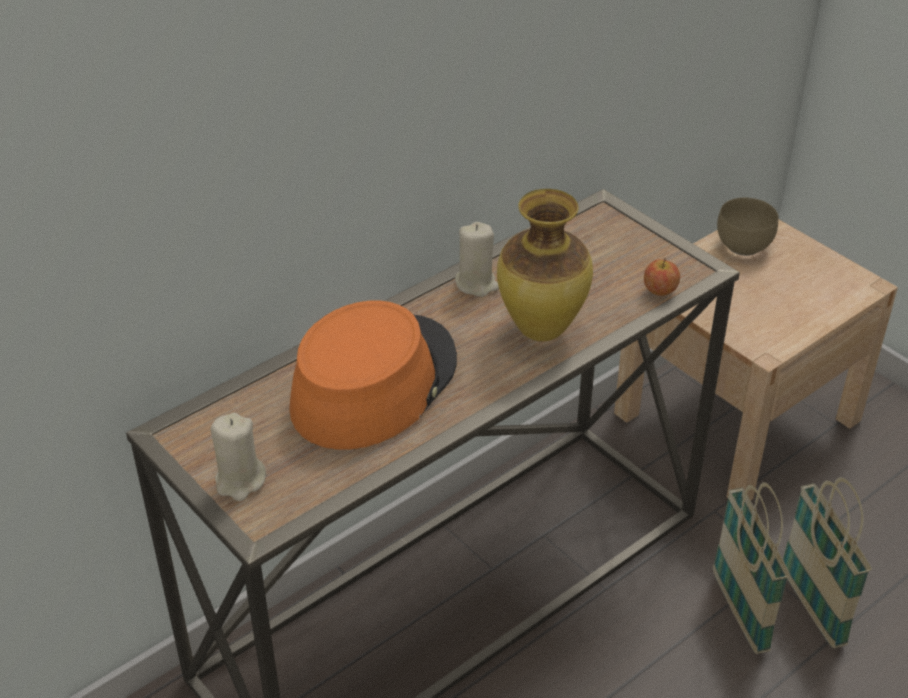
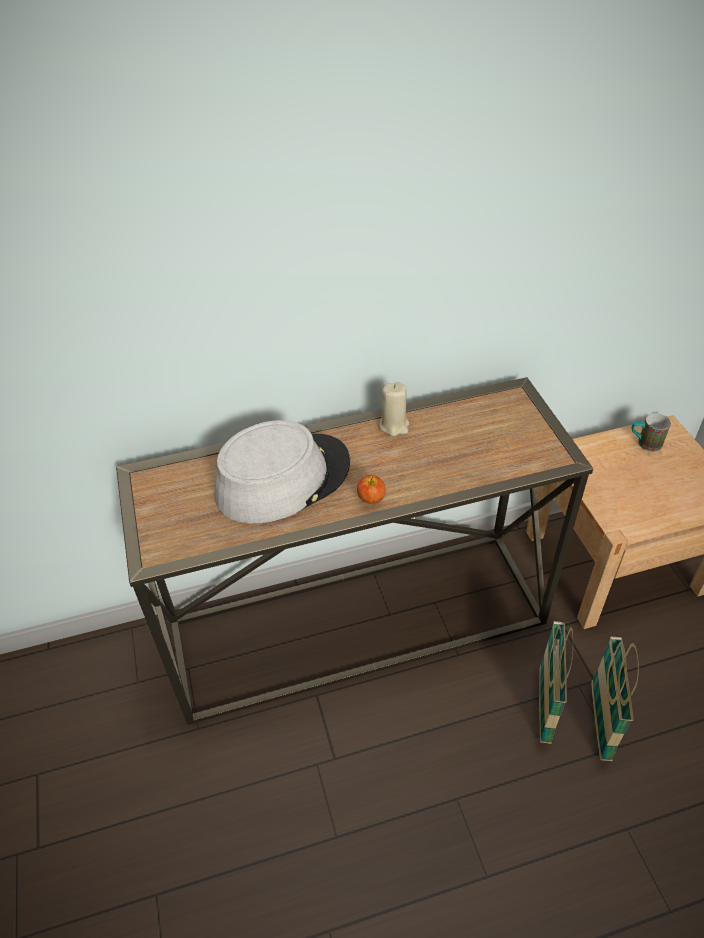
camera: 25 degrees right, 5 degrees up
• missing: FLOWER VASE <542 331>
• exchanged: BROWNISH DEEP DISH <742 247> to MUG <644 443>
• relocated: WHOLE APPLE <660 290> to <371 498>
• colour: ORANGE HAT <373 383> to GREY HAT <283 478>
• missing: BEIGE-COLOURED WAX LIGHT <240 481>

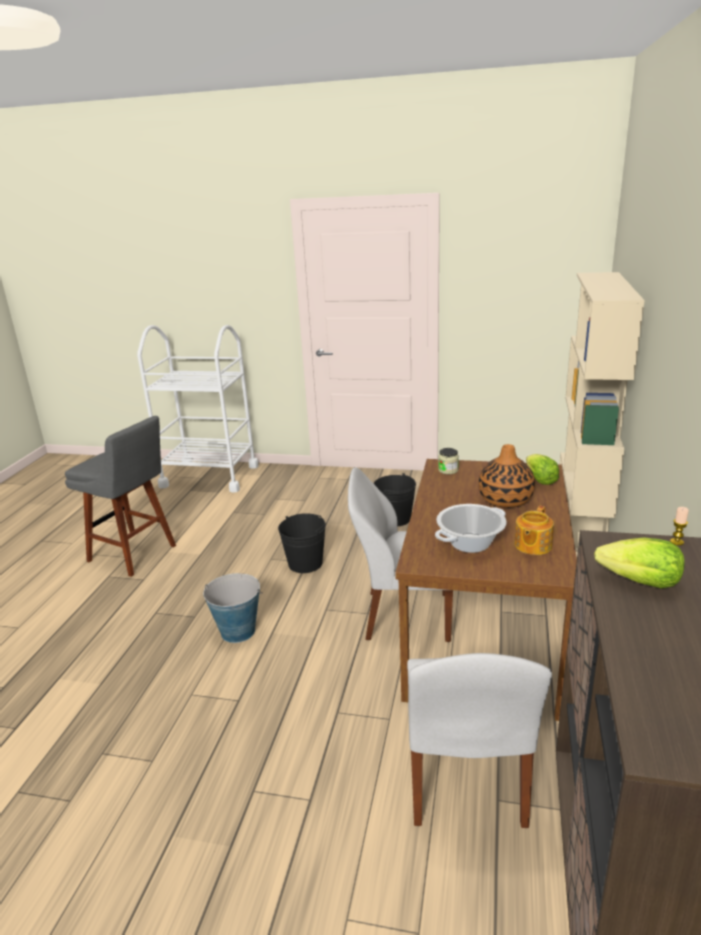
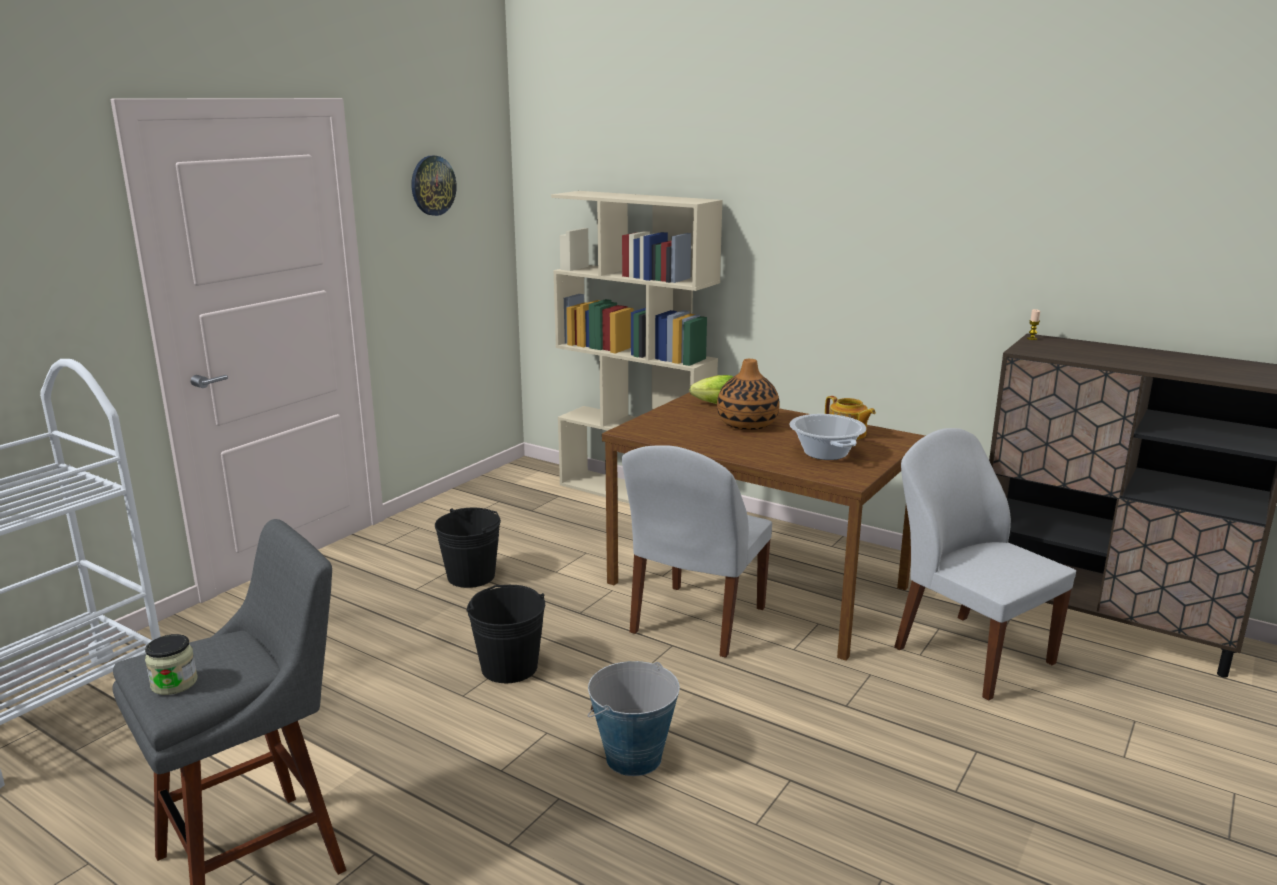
camera: 70 degrees left, 5 degrees down
• relocated: PRESERVE JAR <448 470> to <174 683>
• missing: LETTUCE HEAD <640 582>
• spun: WHITE UPRIGHT CHAIR <465 781> = <970 653> 150 degrees counterclockwise
• appeared: WALL CLOCK <432 185>

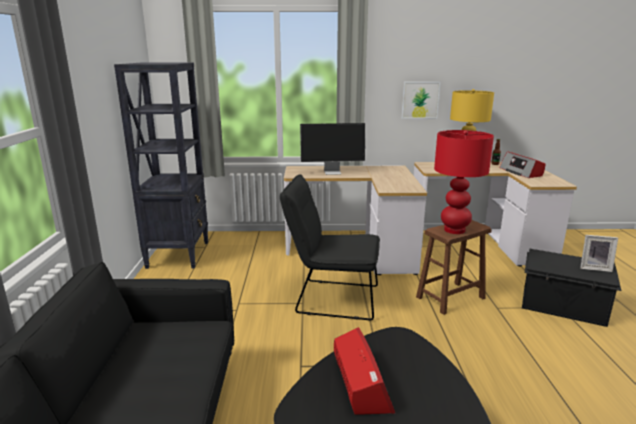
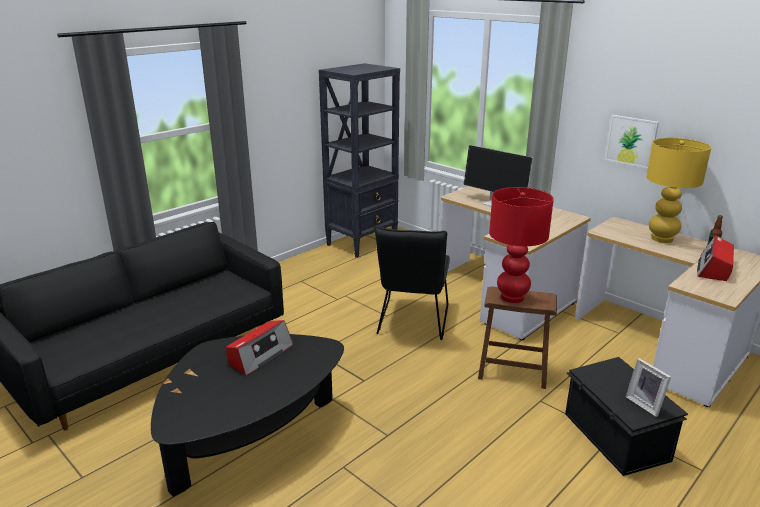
camera: 45 degrees right, 5 degrees up
• spun: BLACK-COLOURED UPRIGHT CHAIR <331 298> = <412 323> 135 degrees counterclockwise

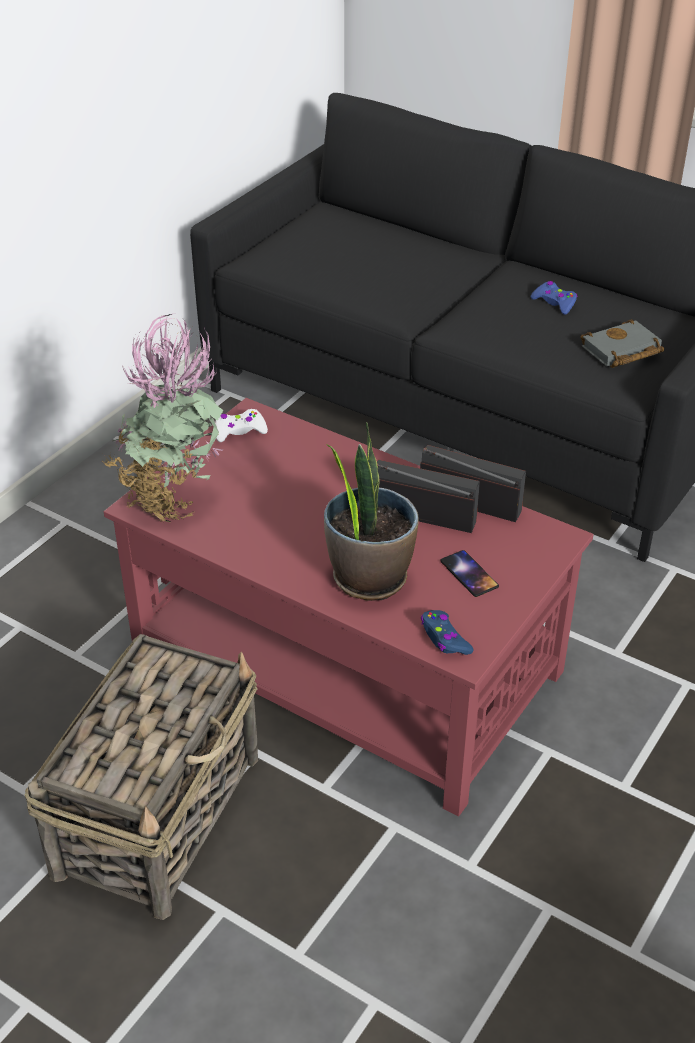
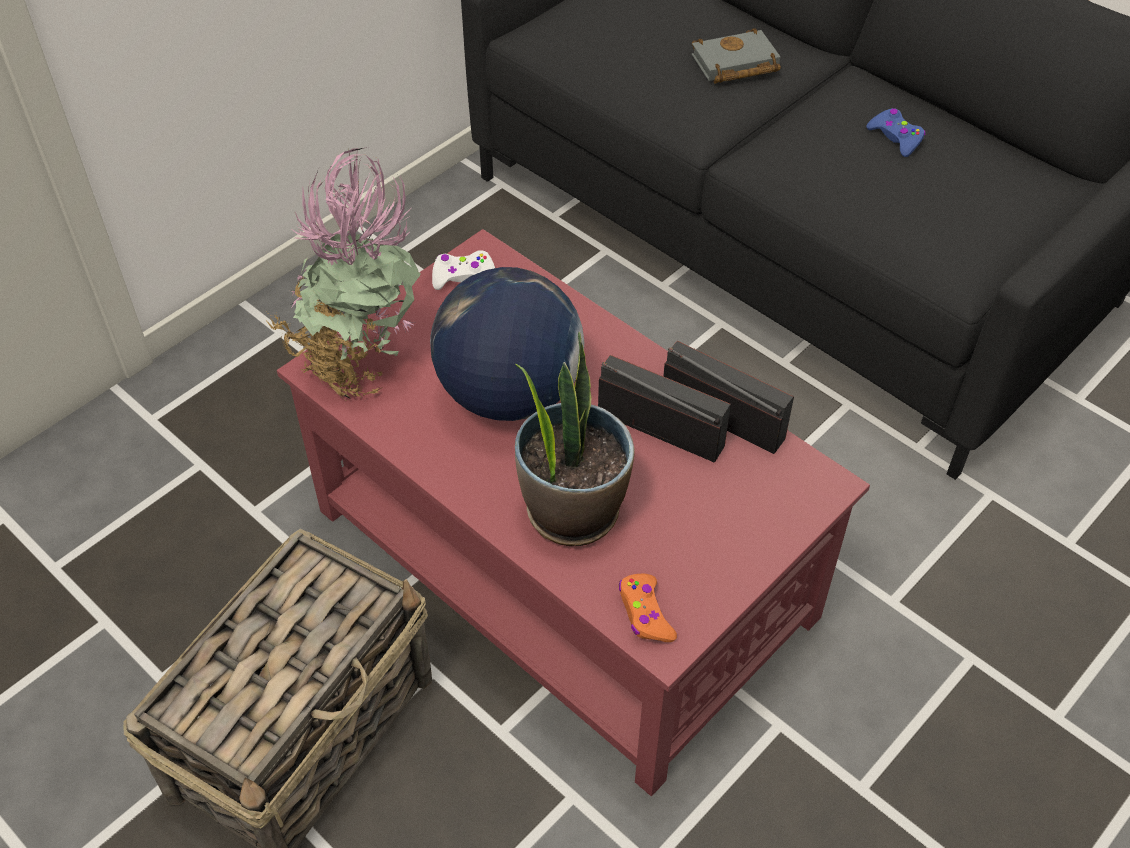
camera: 10 degrees right, 10 degrees up
• relocated: GREY BOUND BOOK <621 351> to <734 65>
• missing: TELEPHONE <469 574>
• colour: BLUE GAME CONTROLLER <444 638> to ORANGE GAME CONTROLLER <645 614>
• appeared: WORLD GLOBE <509 395>

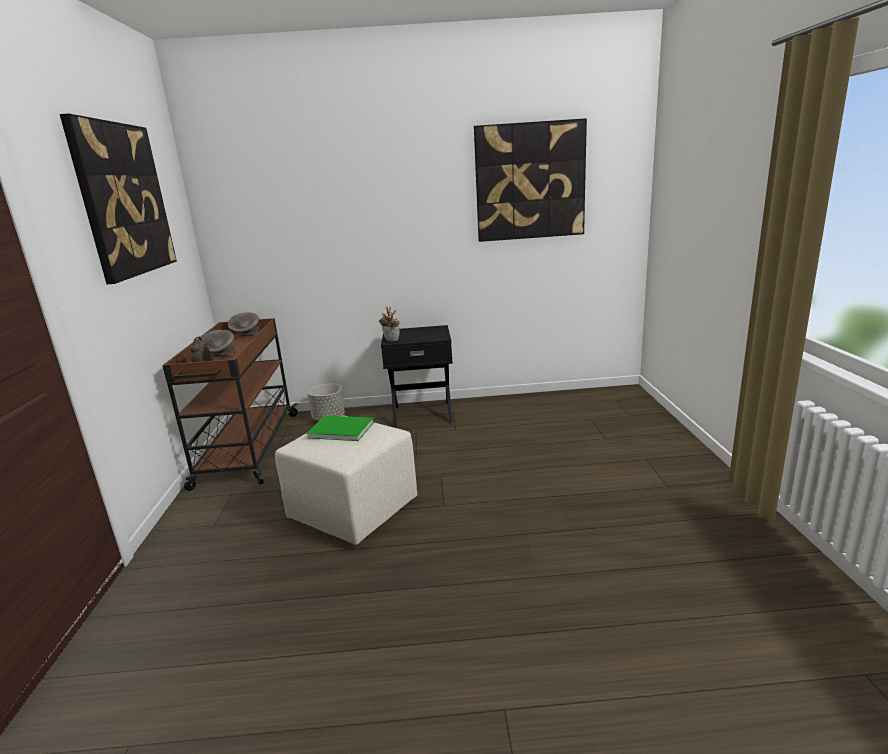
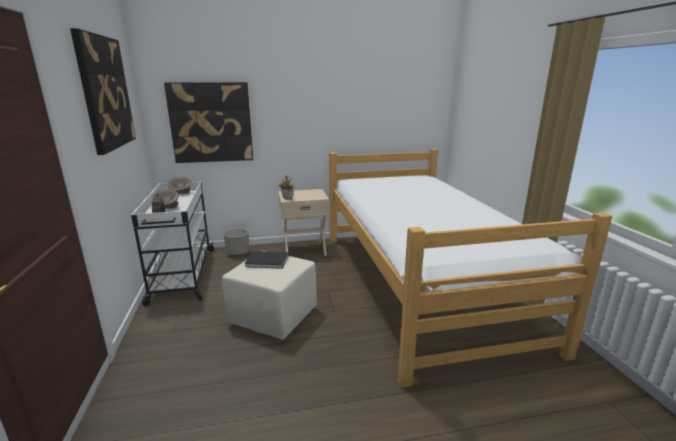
camera: 10 degrees left, 0 degrees up
• relocated: PICTURE <530 181> to <211 122>
• colour: BROWNISH WHEELED CART <248 449> to WHITE WHEELED CART <183 275>
• colour: BLACK-COLOURED BEDSIDE TABLE <422 413> to BEIGE-COLOURED BEDSIDE TABLE <304 249>
• colour: GREEN-COLOURED BOUND BOOK <340 429> to BLACK-COLOURED BOUND BOOK <266 260>
• appeared: SLEEPING BED <419 283>

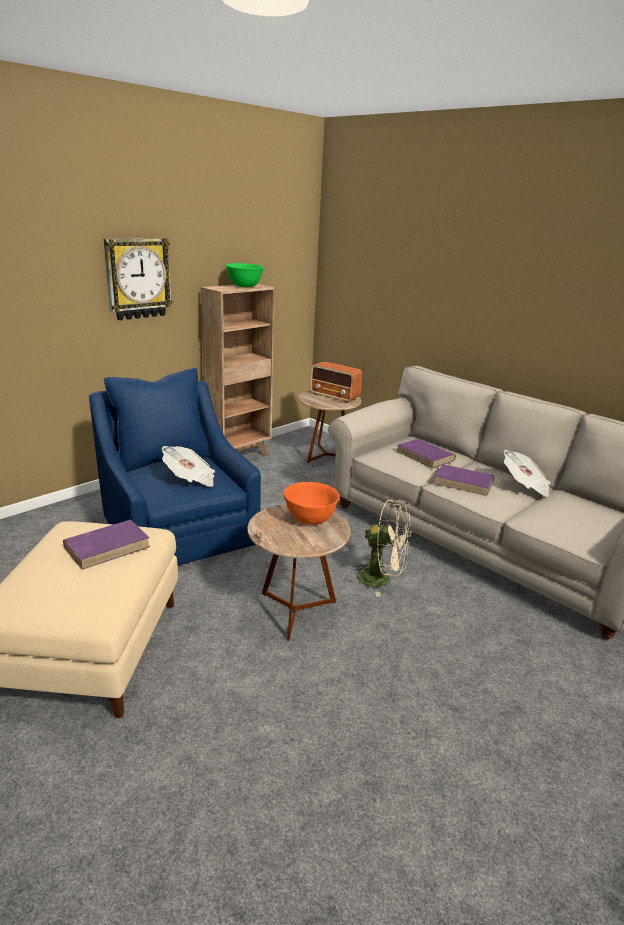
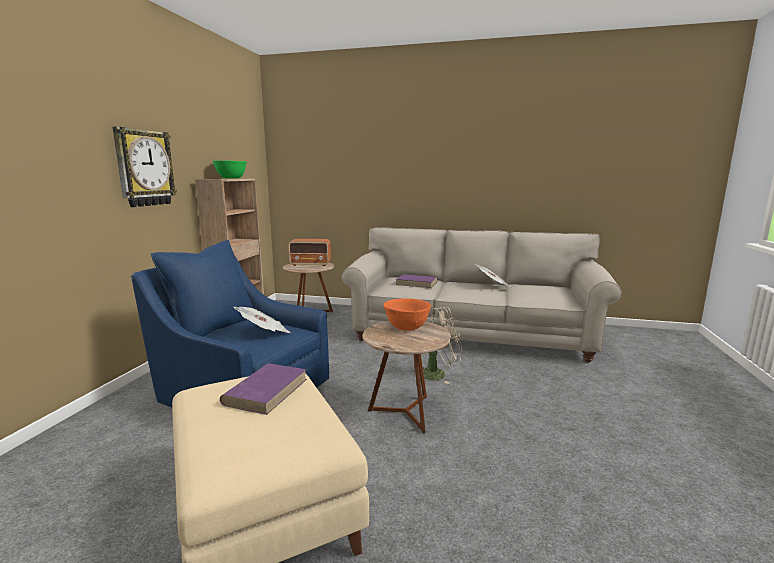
camera: 30 degrees left, 10 degrees down
• missing: PURPLE BOUND BOOK <464 482>

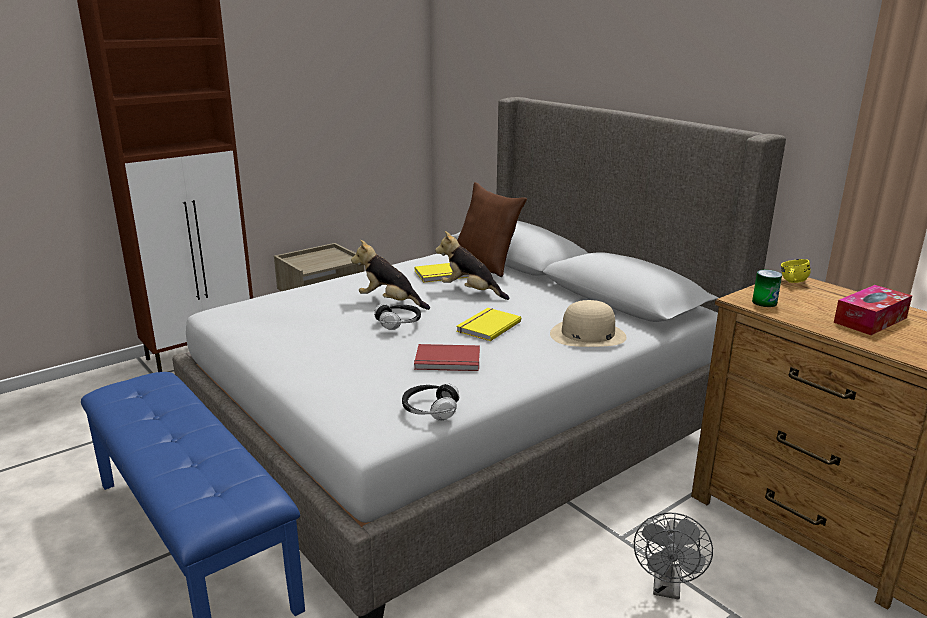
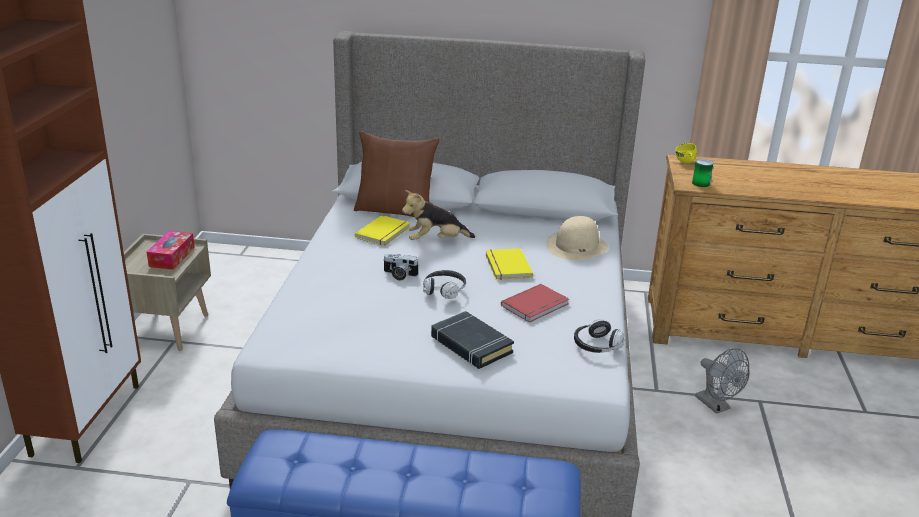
camera: 45 degrees left, 5 degrees up
• exchanged: PLUSH TOY <390 302> to PHOTO CAMERA <399 275>
• relocated: TISSUE BOX <870 320> to <172 257>
• appeared: BLACK-COLOURED BOUND BOOK <470 345>

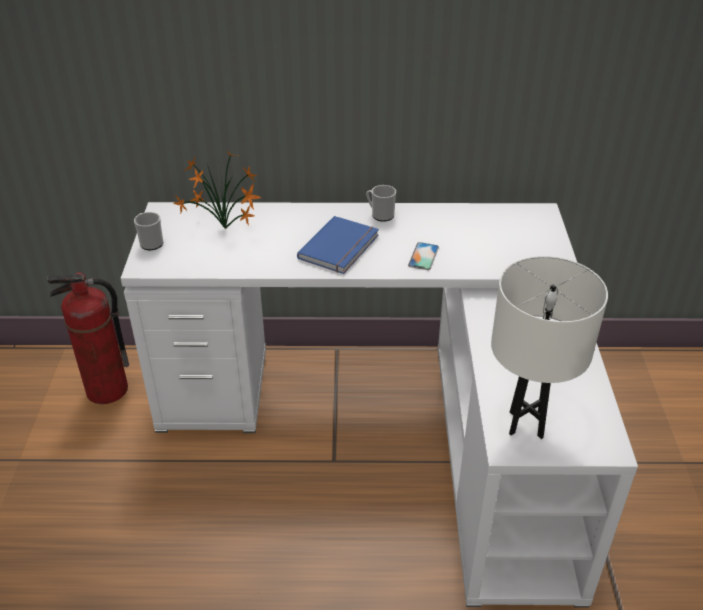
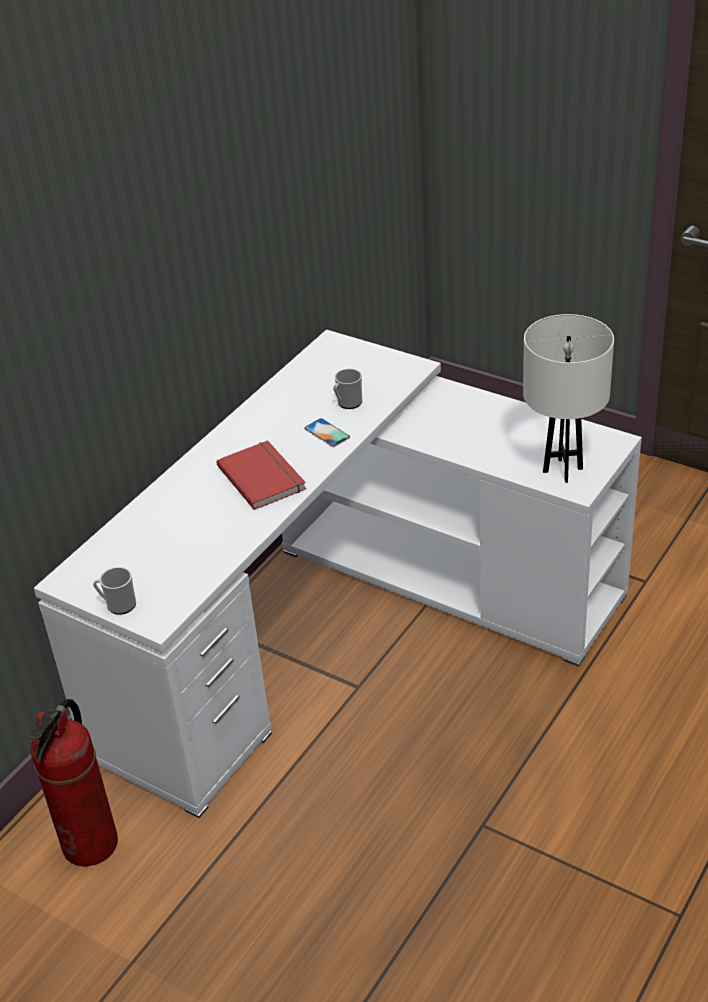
camera: 55 degrees left, 0 degrees up
• missing: POTTED PLANT <226 230>
• relocated: MUG <380 215> to <347 403>
• colour: BLUE BOUND BOOK <341 247> to RED BOUND BOOK <263 476>

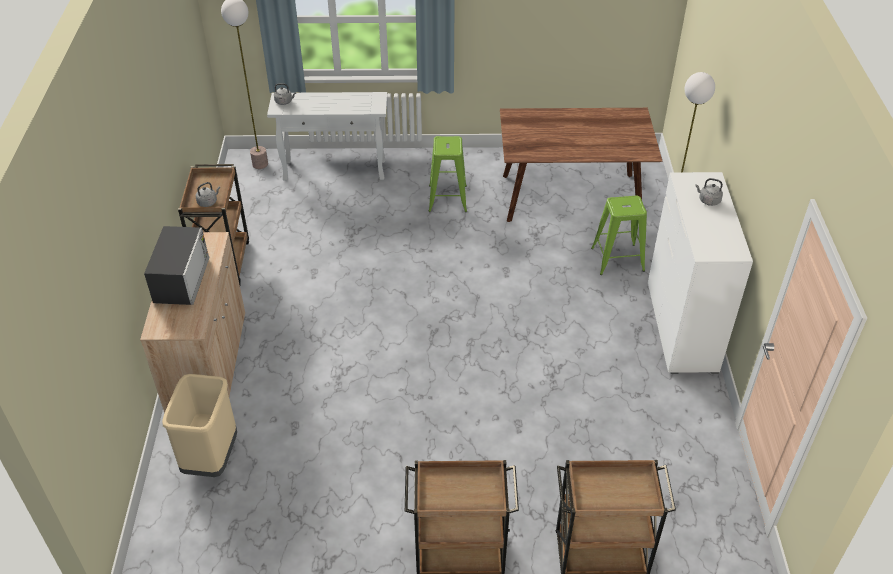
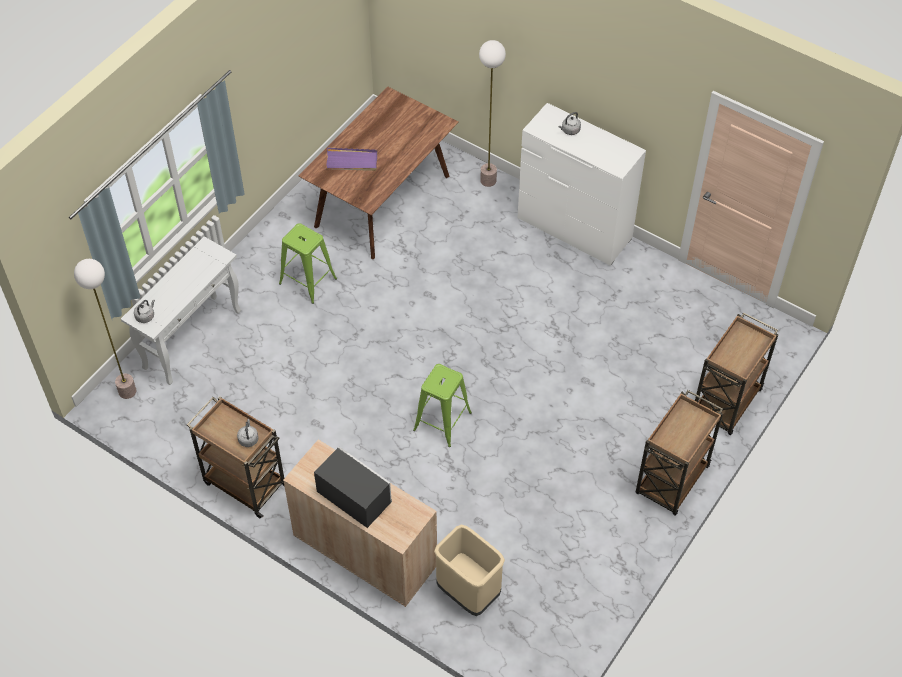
camera: 55 degrees left, 10 degrees up
• relocated: GREEN-COLOURED STOOL <618 259> to <442 421>
• appeared: PURPLE CARRYING TRAY <352 161>

